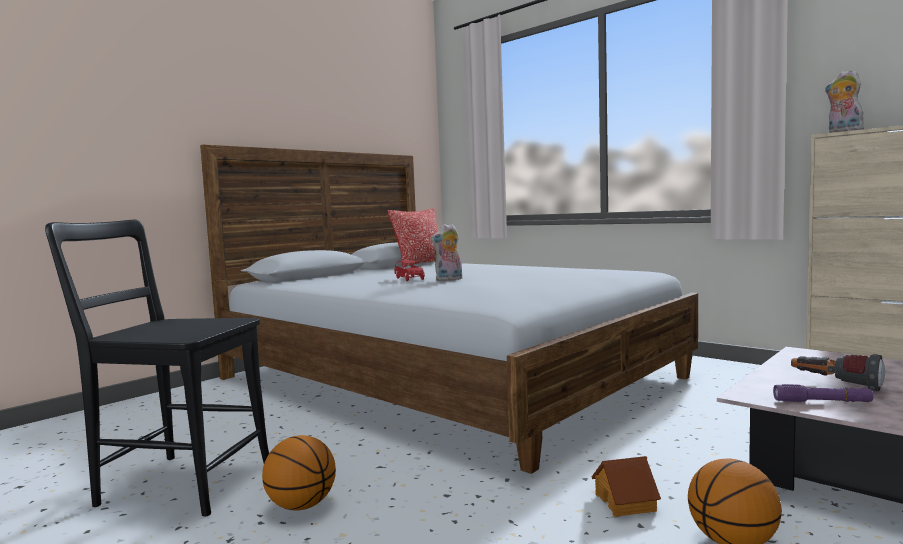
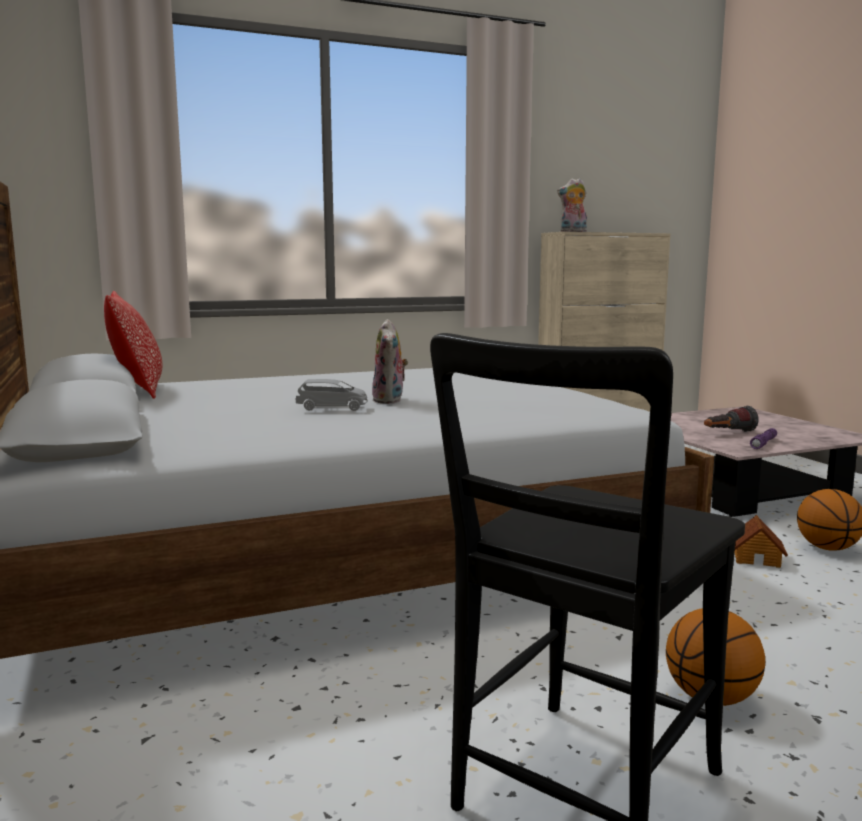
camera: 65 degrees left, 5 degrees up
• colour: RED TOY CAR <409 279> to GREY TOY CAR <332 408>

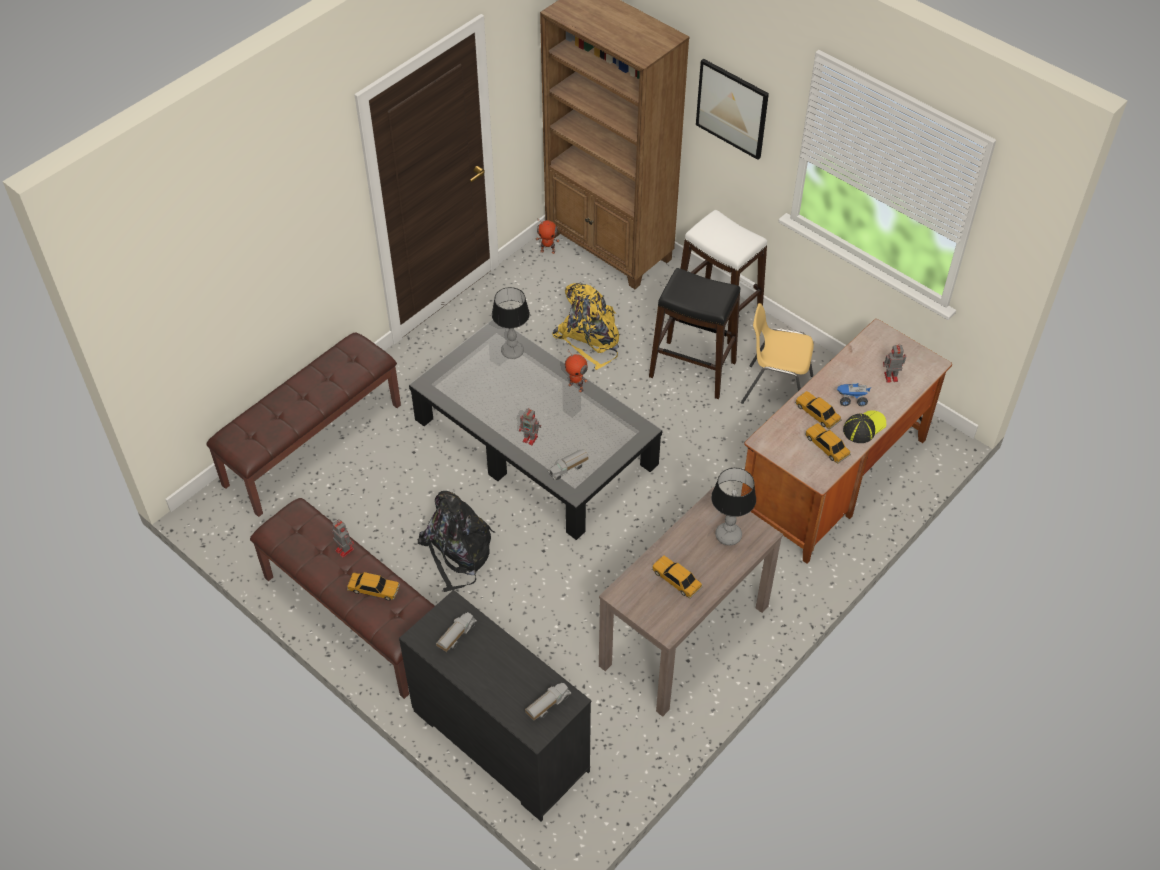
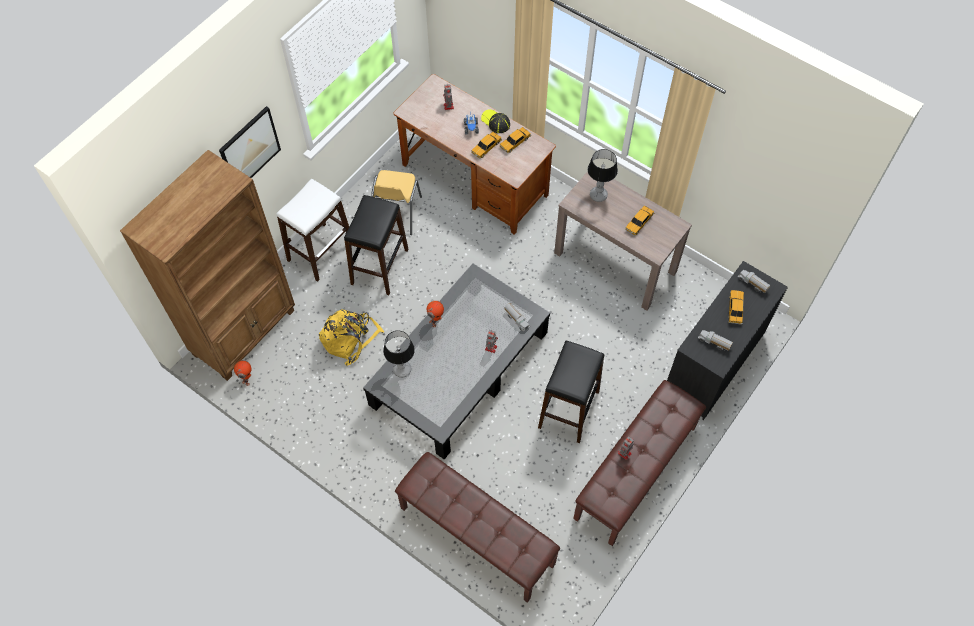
camera: 95 degrees left, 10 degrees up
• exchanged: BLACK-COLOURED BACKPACK <457 552> to BLACK-COLOURED STOOL <569 409>
• relocated: TOY CAR <374 589> to <735 309>

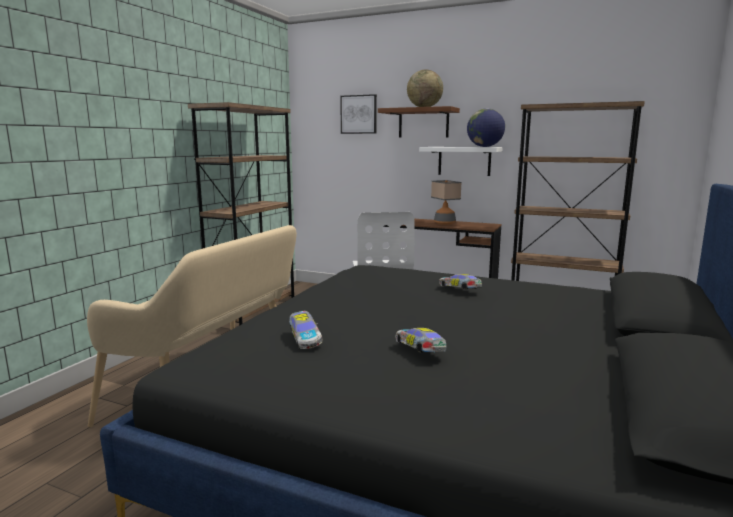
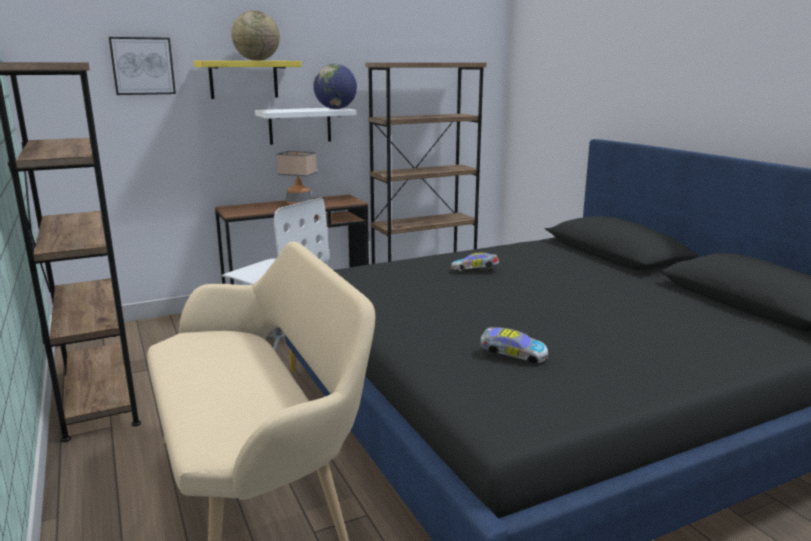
camera: 50 degrees left, 5 degrees up
• colour: BROWNISH WALL SHELF <423 123> to YELLOWISH WALL SHELF <243 79>
• missing: TOY CAR <420 351>

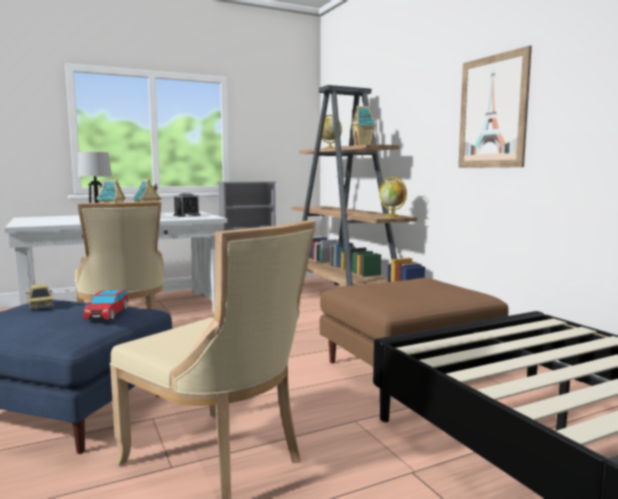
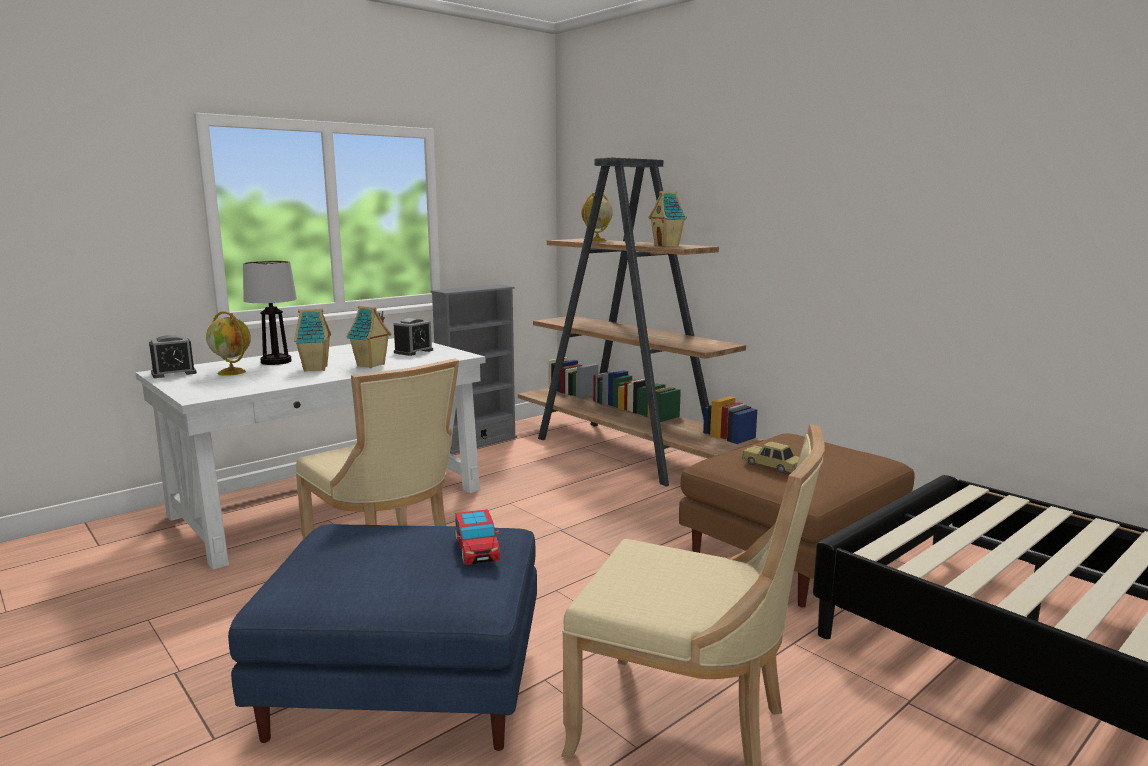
camera: 15 degrees left, 5 degrees up
• missing: PICTURE <492 112>
• relocated: WORLD GLOBE <392 216> to <232 372>
• relocated: TOY CAR <40 305> to <772 466>
• appeared: TABLE CLOCK <174 373>

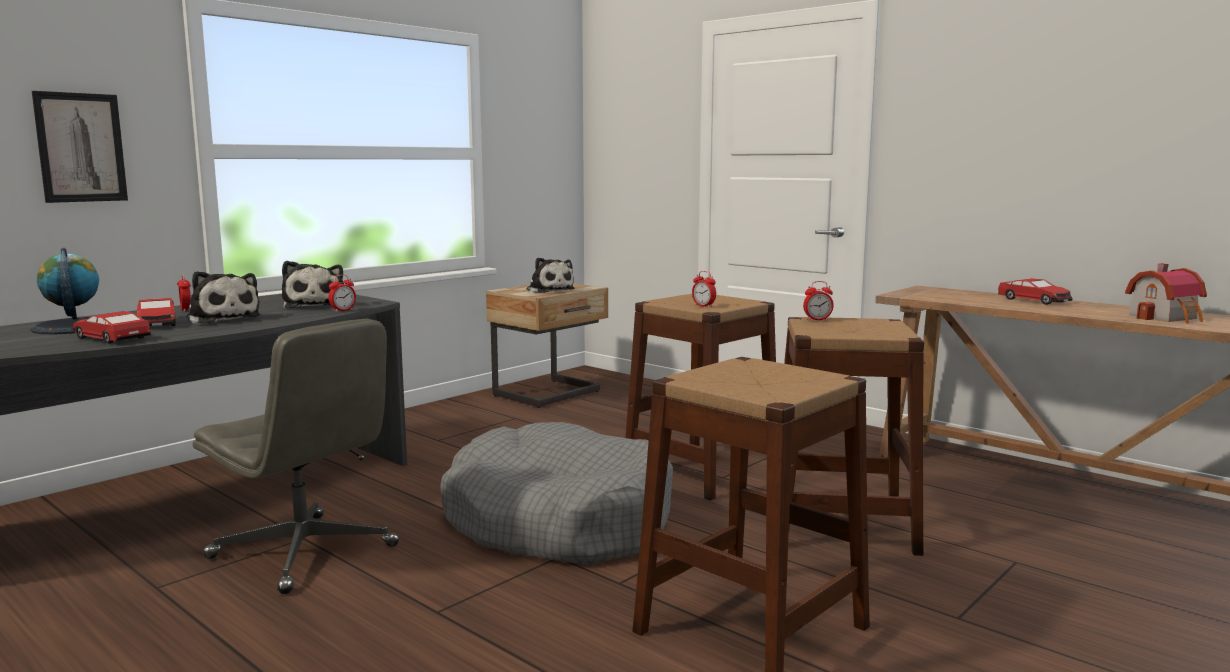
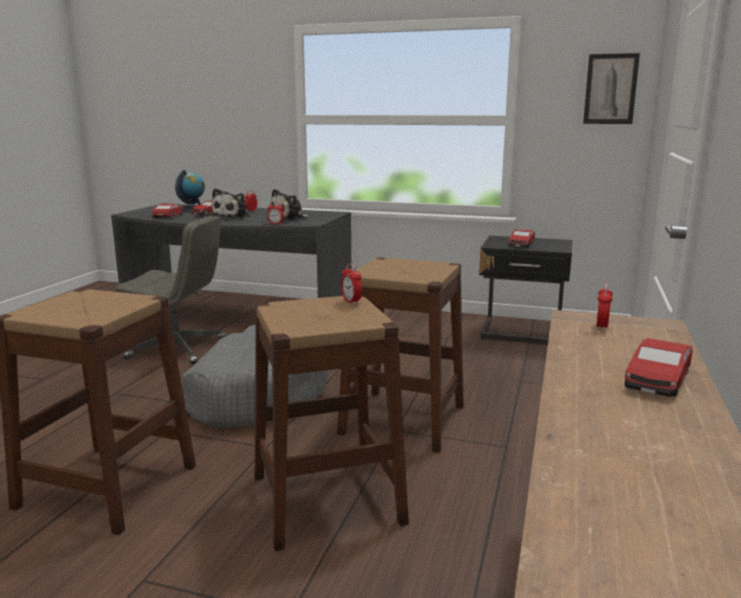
camera: 65 degrees right, 5 degrees up
• relocated: PICTURE <81 147> to <610 89>
• exchanged: PLUSH TOY <549 290> to TOY CAR <521 244>
• missing: MODEL HOUSE <1167 317>
• relocated: TABLE CLOCK <703 306> to <601 327>
• colour: BEIGE-COLOURED BEDSIDE TABLE <549 394> to BLACK-COLOURED BEDSIDE TABLE <521 335>
• spun: GREY COMPUTER CHAIR <305 552> = <178 349> 90 degrees counterclockwise

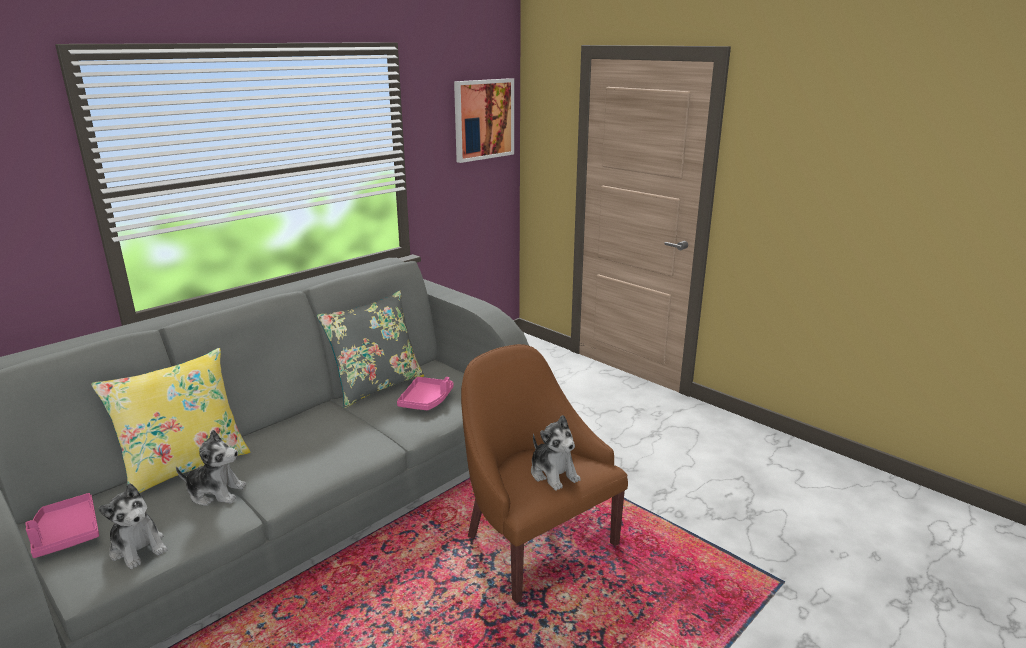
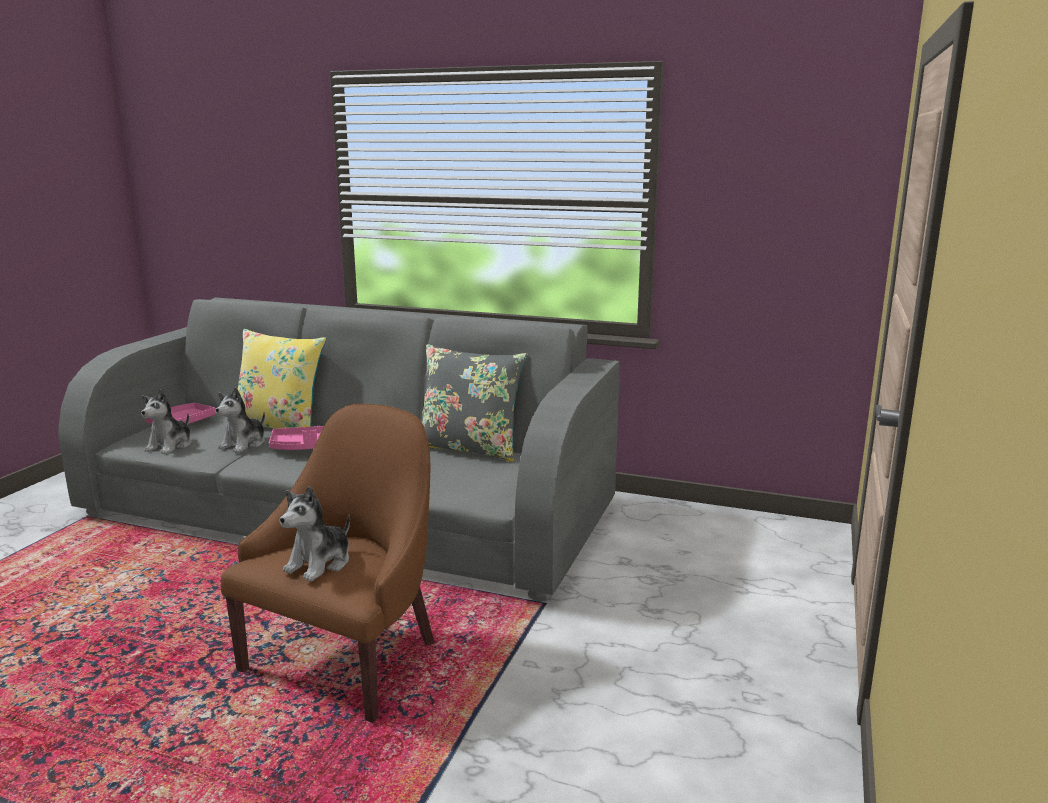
camera: 65 degrees right, 5 degrees down
• missing: PICTURE <483 119>
• relocated: PINK CARRYING TRAY <426 401> to <302 447>
• spun: PLUSH TOY <216 492> = <244 444> 45 degrees clockwise

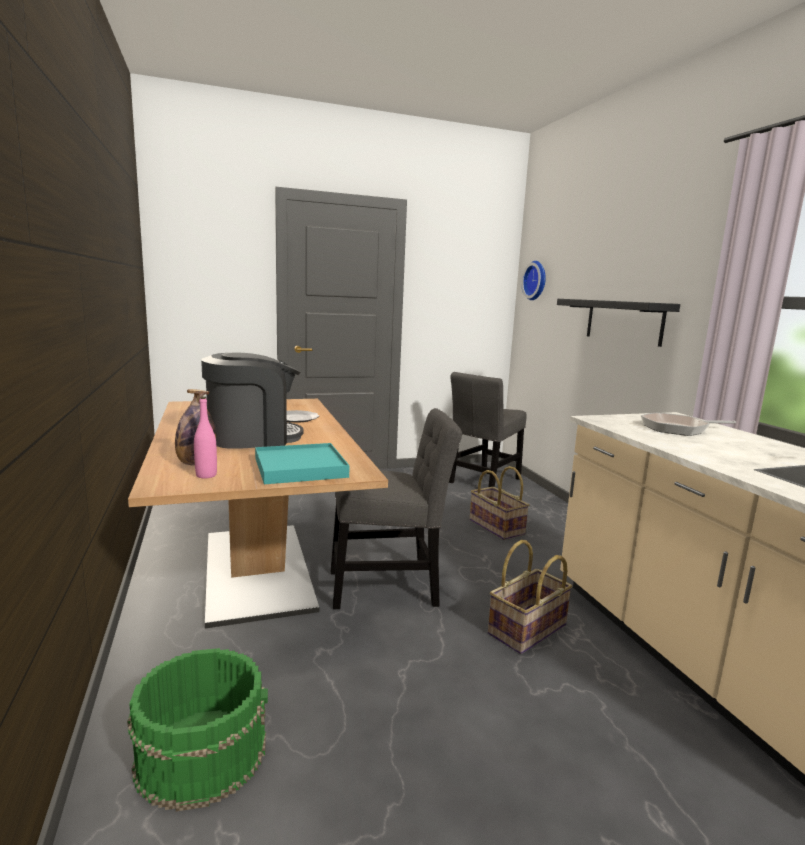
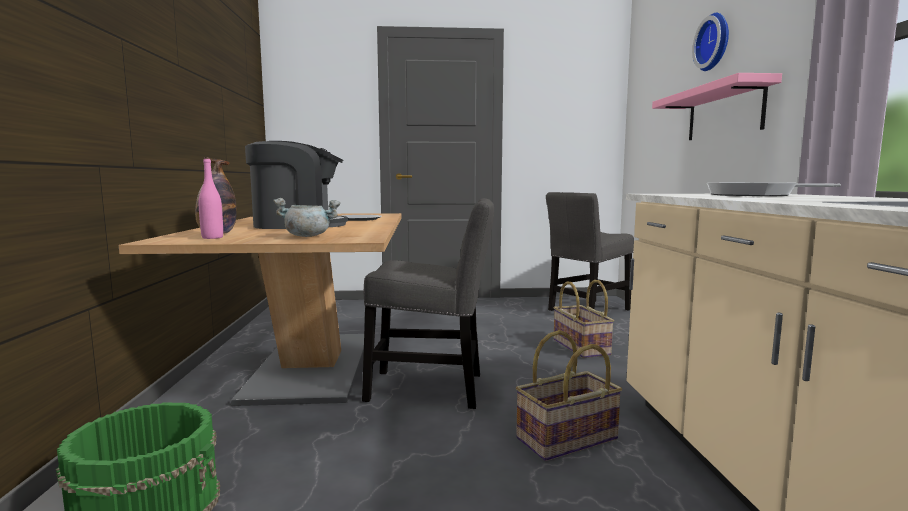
camera: 15 degrees right, 5 degrees down
• relocated: WALL CLOCK <536 280> to <715 42>
• colour: BLACK-COLOURED WALL SHELF <623 321> to PINK WALL SHELF <724 112>
• exchanged: TURQUOISE-COLOURED CARRYING TRAY <300 467> to GREY SAUCEPOT <308 236>

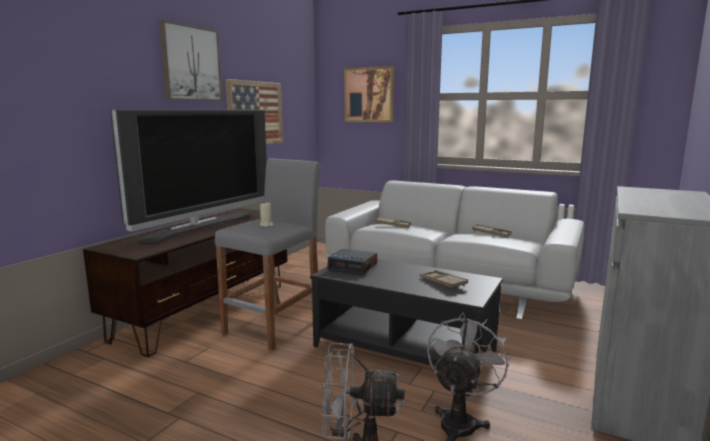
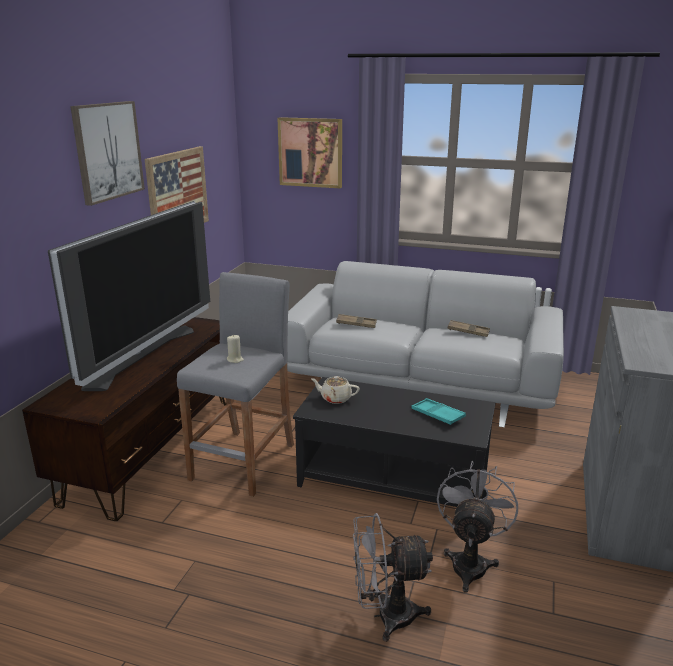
camera: 10 degrees left, 10 degrees up
• exchanged: TABLE CLOCK <353 267> to BEIGE-COLOURED TEA POT <335 398>
• colour: BROWNISH CARRYING TRAY <443 282> to TURQUOISE-COLOURED CARRYING TRAY <437 415>

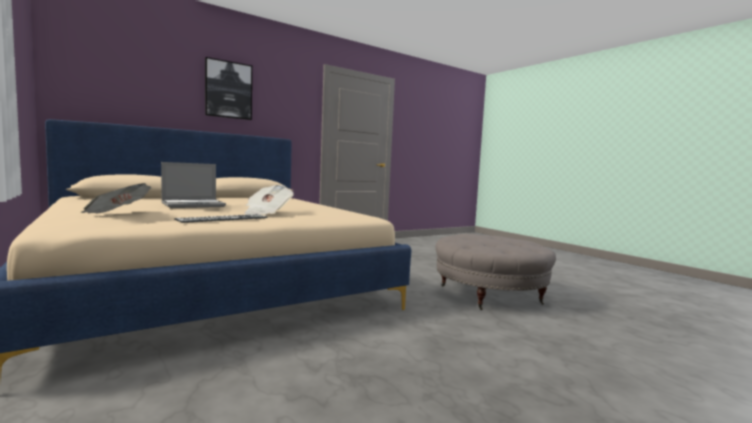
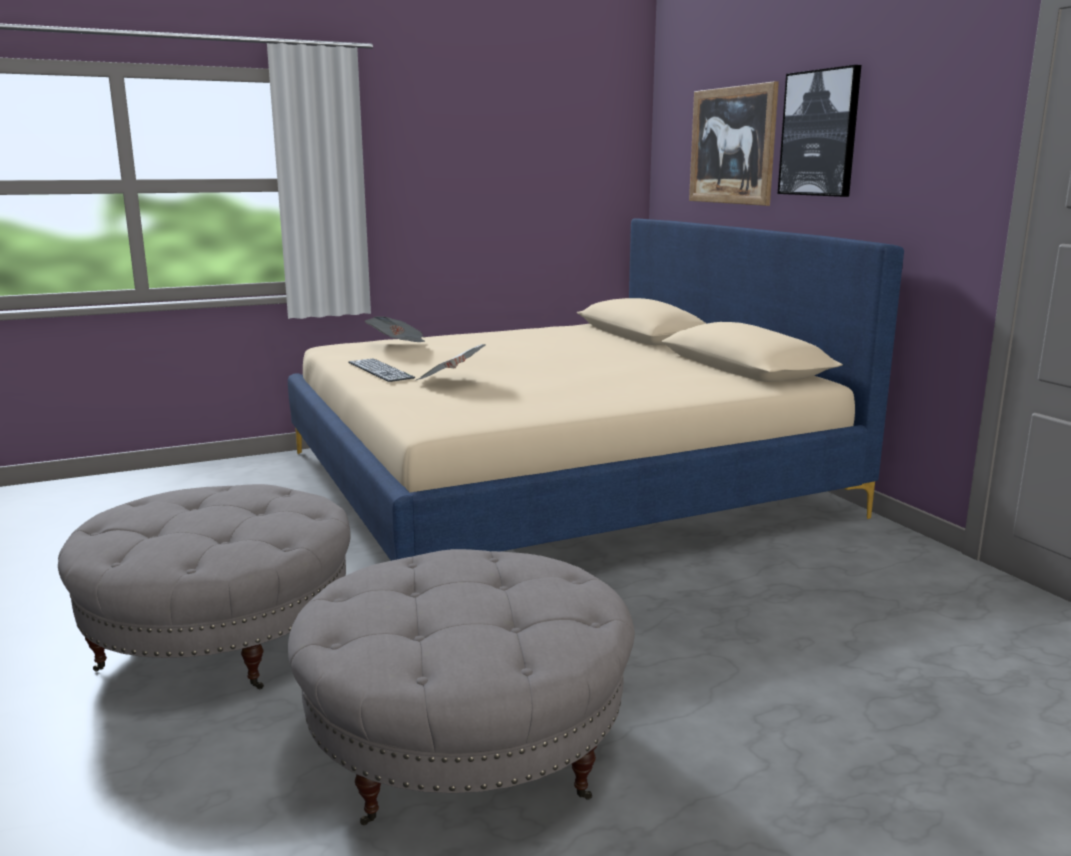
camera: 100 degrees right, 10 degrees up
• missing: NOTEBOOK COMPUTER <194 205>
• appeared: PICTURE <732 145>
• appeared: GREY POUFFE <221 637>

